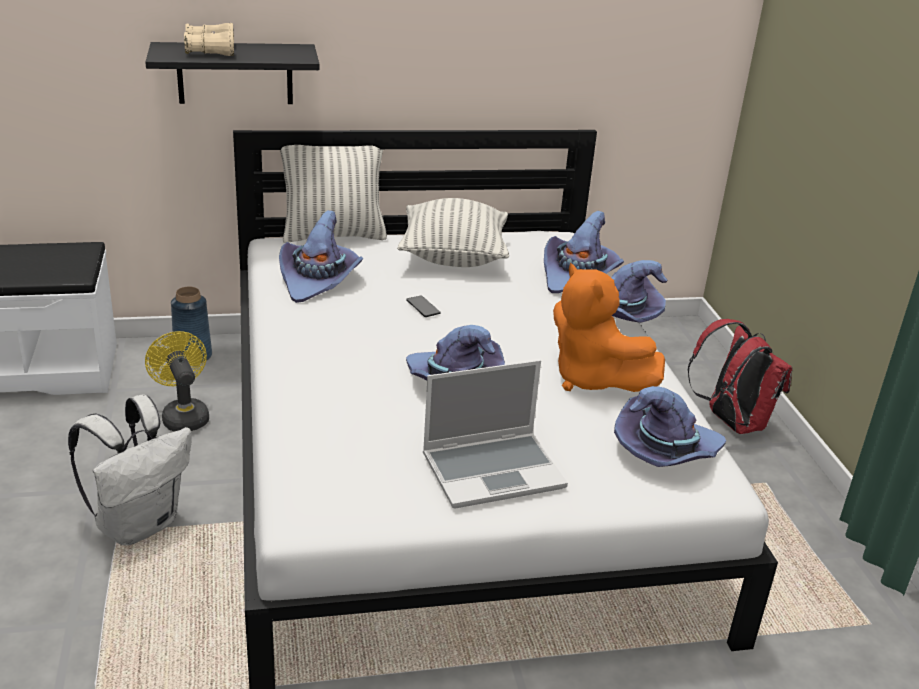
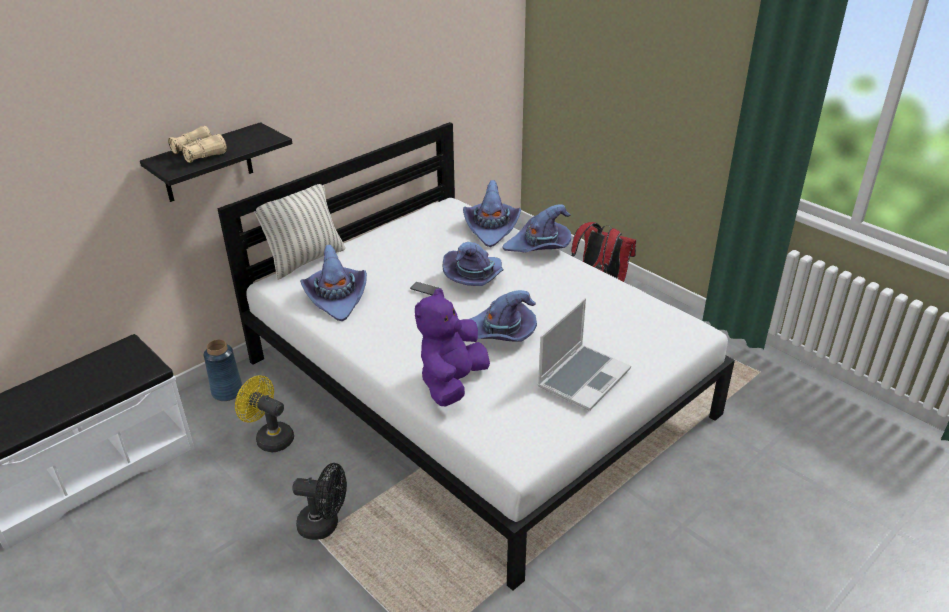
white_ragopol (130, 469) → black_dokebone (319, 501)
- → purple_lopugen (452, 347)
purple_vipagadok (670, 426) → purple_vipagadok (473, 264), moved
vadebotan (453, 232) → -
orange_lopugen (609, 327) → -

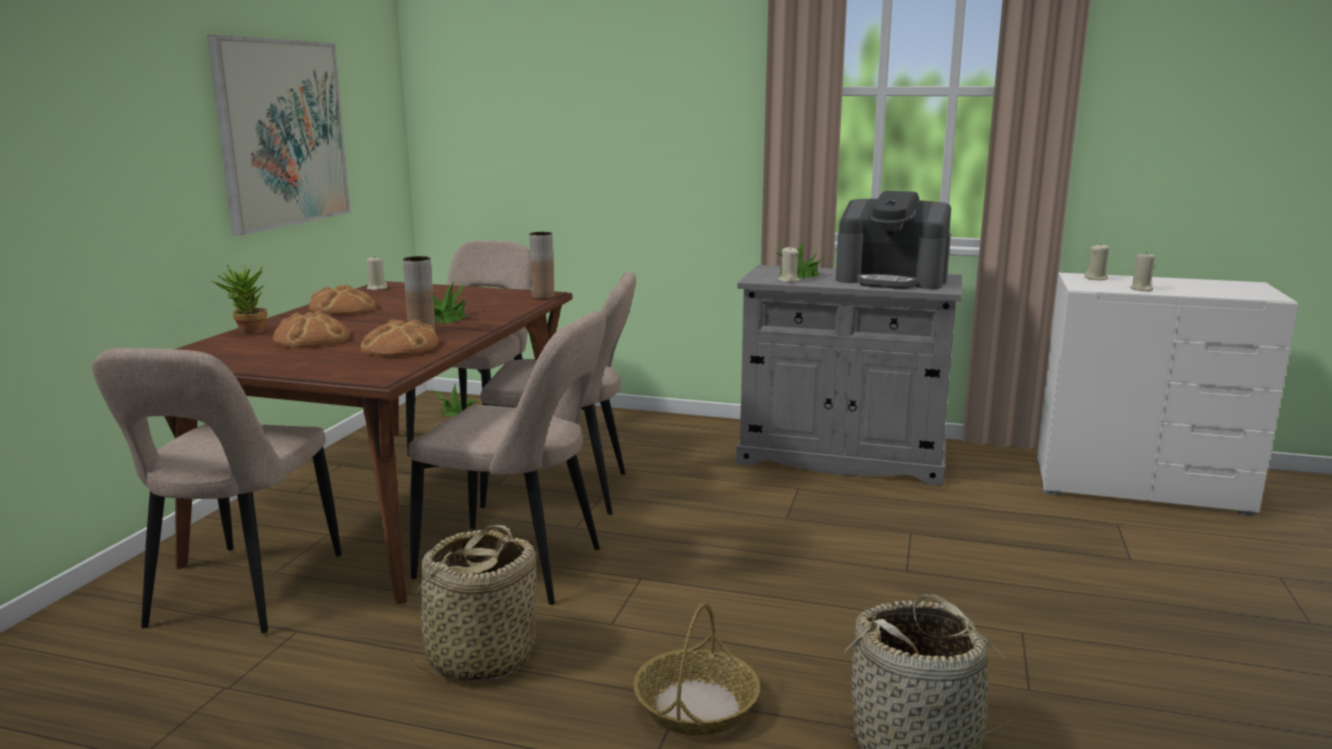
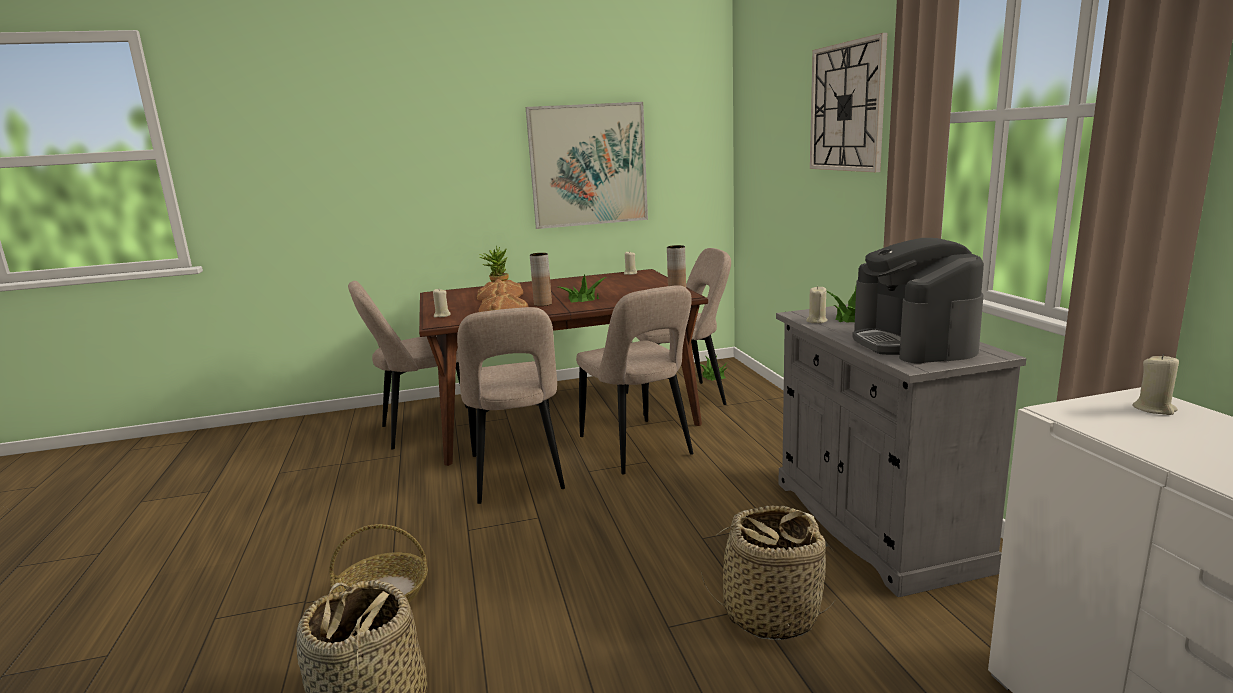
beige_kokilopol (1142, 271) → beige_kokilopol (441, 303), moved
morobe (470, 603) → morobe (768, 572), moved
- → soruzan (848, 102)
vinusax (342, 300) → -

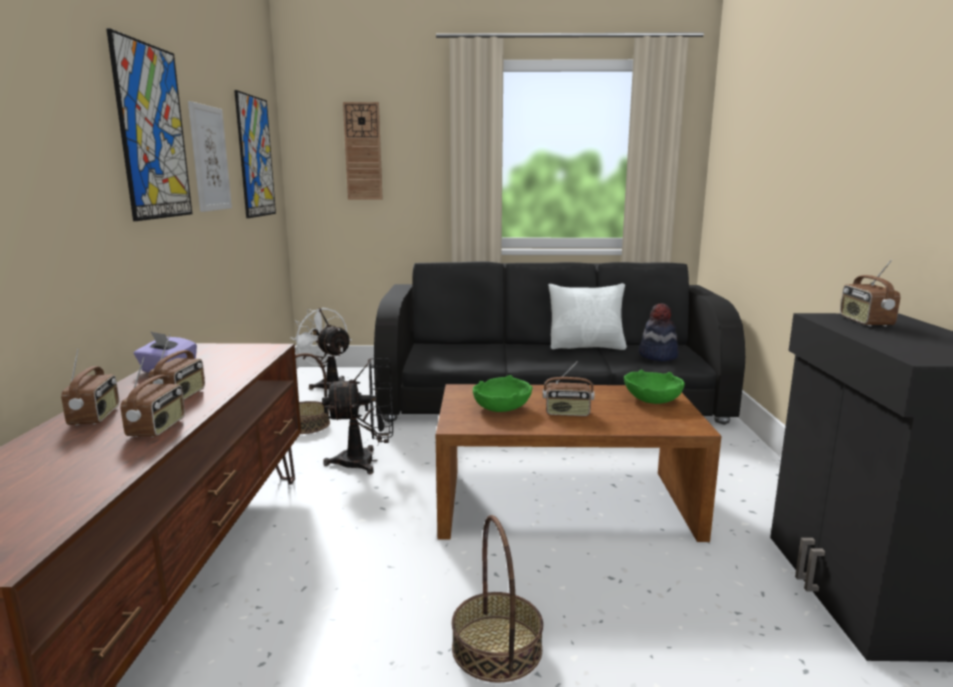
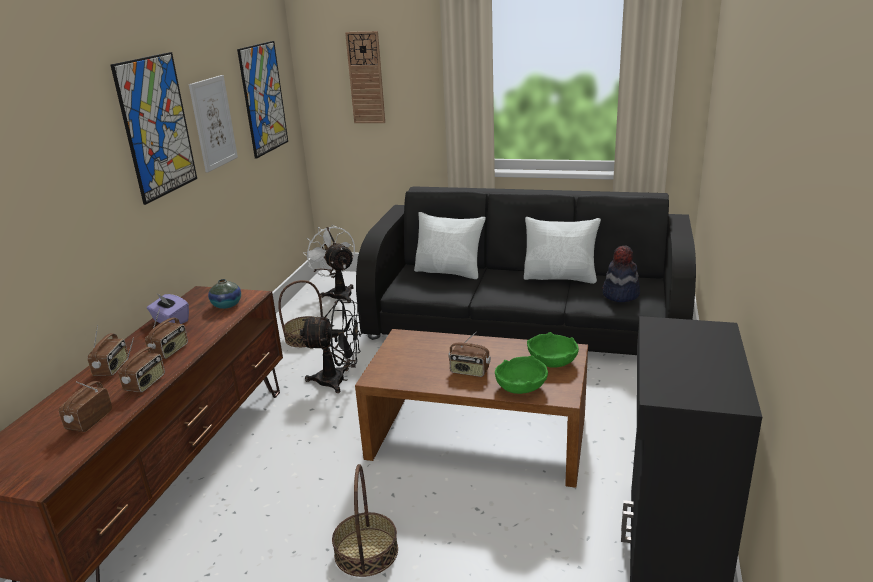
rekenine (870, 292) → rekenine (85, 406), moved
- → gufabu (224, 294)
- → white_vadebotan (450, 245)
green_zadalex (502, 393) → green_zadalex (521, 374), moved

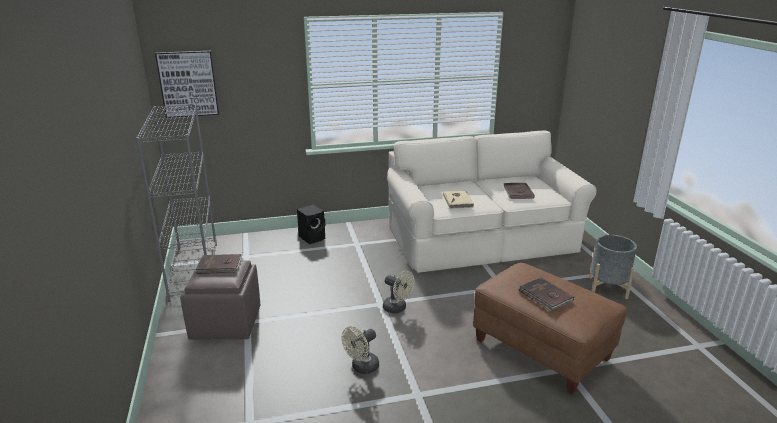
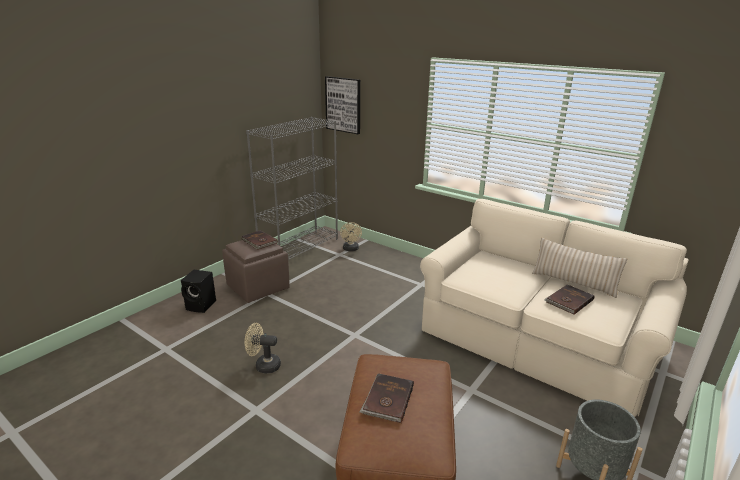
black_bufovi (311, 224) → black_bufovi (198, 291), moved
beige_dokebone (398, 292) → beige_dokebone (351, 236), moved
- → beige_vadebotan (579, 268)
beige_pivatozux (458, 200) → -

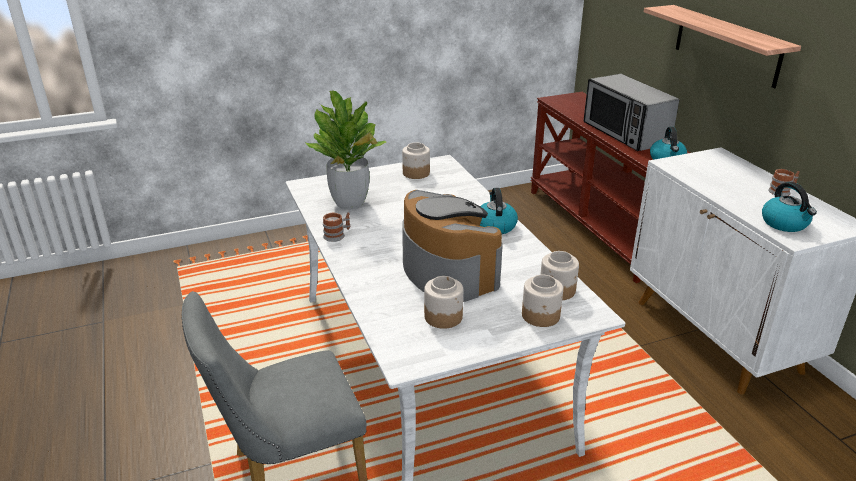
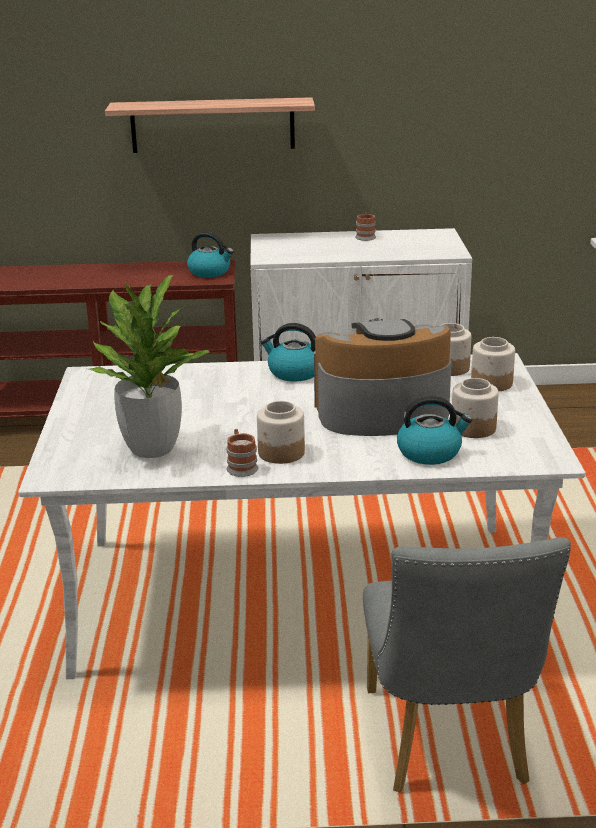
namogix (416, 161) → namogix (281, 432), moved
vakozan (789, 207) → vakozan (434, 430), moved
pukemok (631, 112) → -

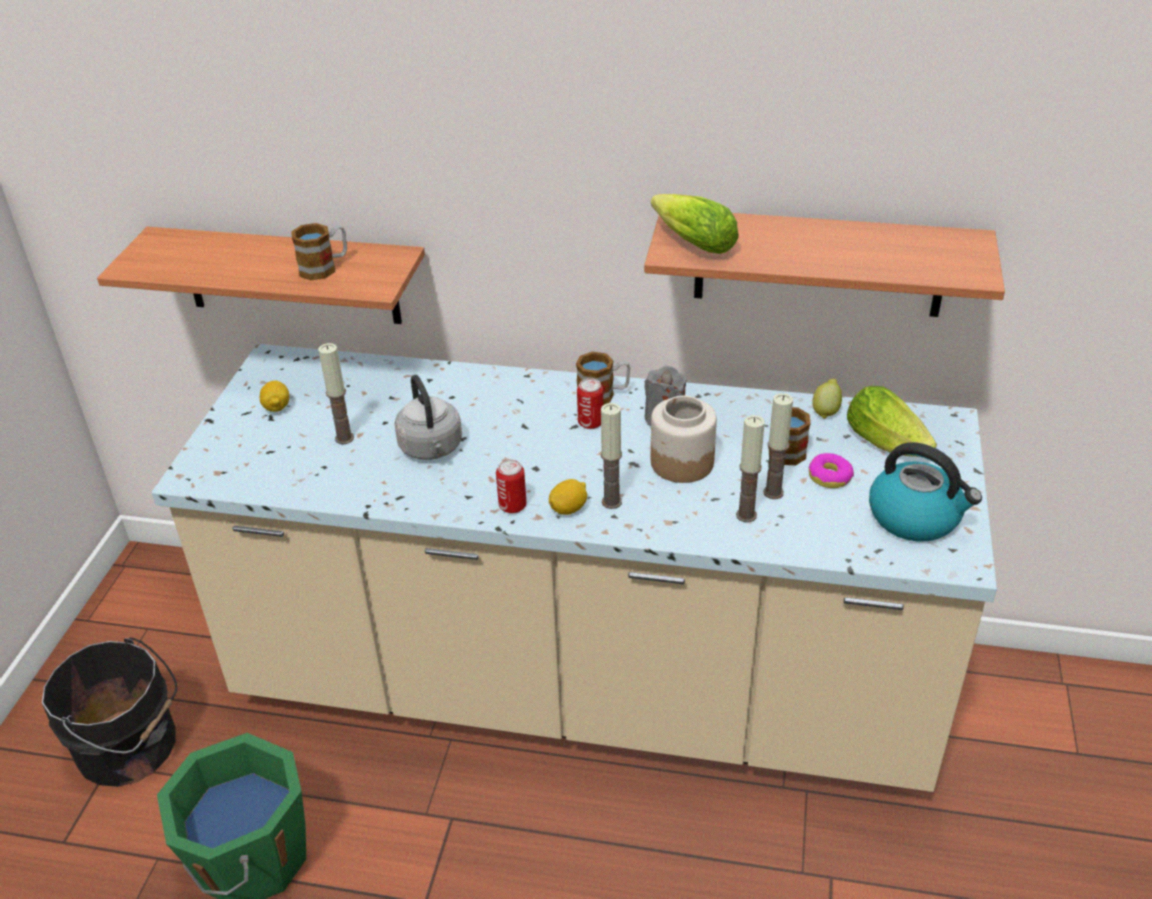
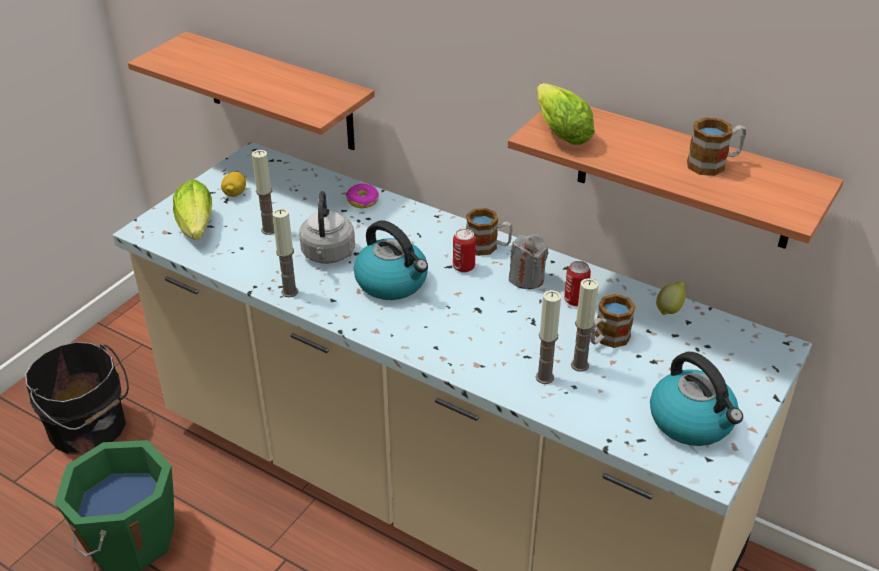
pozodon (892, 421) → pozodon (192, 210), moved
kokilopol (611, 456) → kokilopol (285, 252), moved
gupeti (831, 470) → gupeti (362, 195), moved
- → vakozan (391, 260)
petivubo (511, 486) → petivubo (577, 283), moved
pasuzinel (319, 251) → pasuzinel (716, 147), moved
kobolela (568, 497) → -
namogix (684, 439) → -

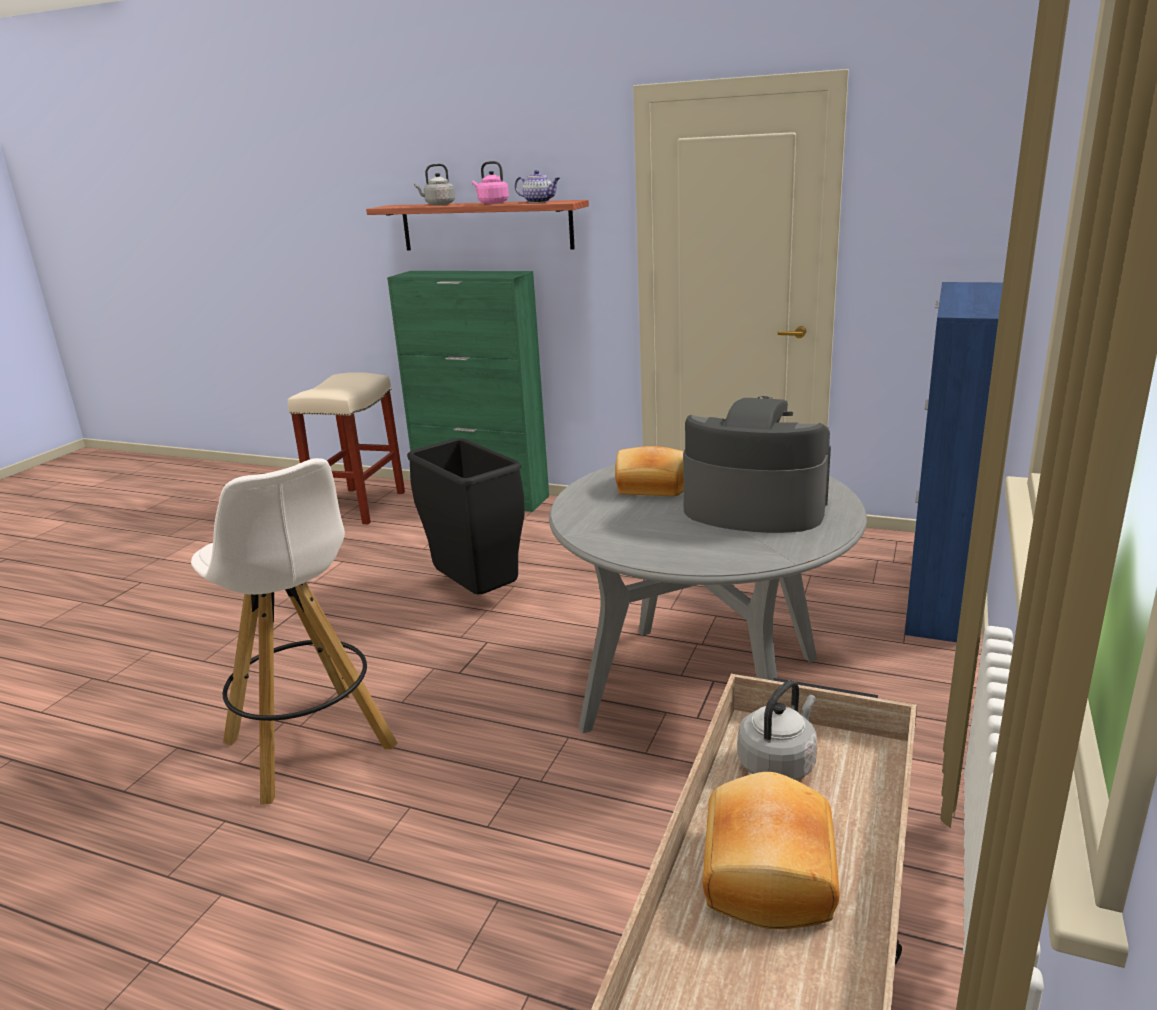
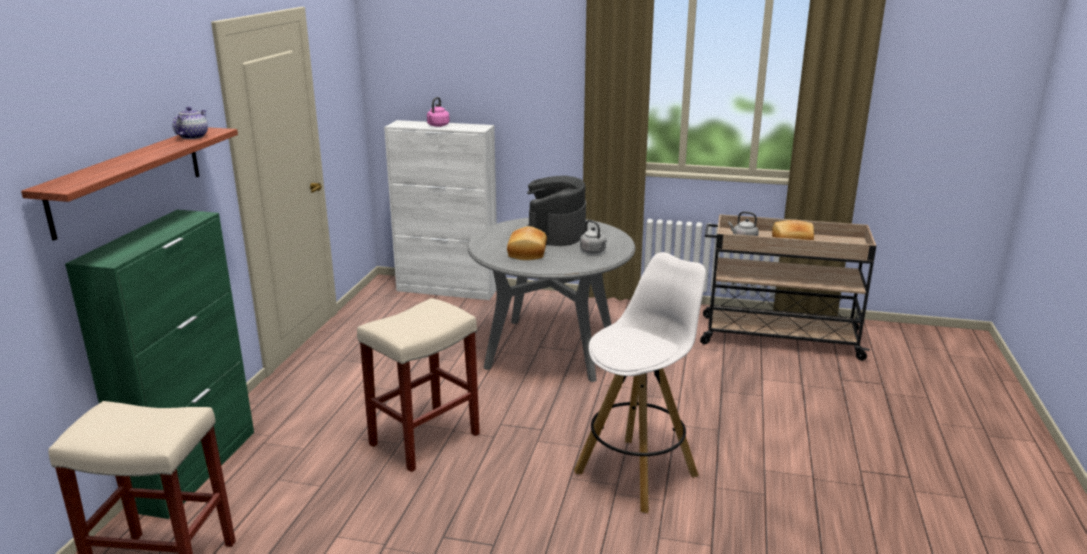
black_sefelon (466, 516) → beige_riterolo (418, 385)
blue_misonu (954, 462) → white_misonu (440, 210)
pink_vakozan (490, 182) → pink_vakozan (438, 112), moved
grey_vakozan (435, 184) → grey_vakozan (593, 237), moved

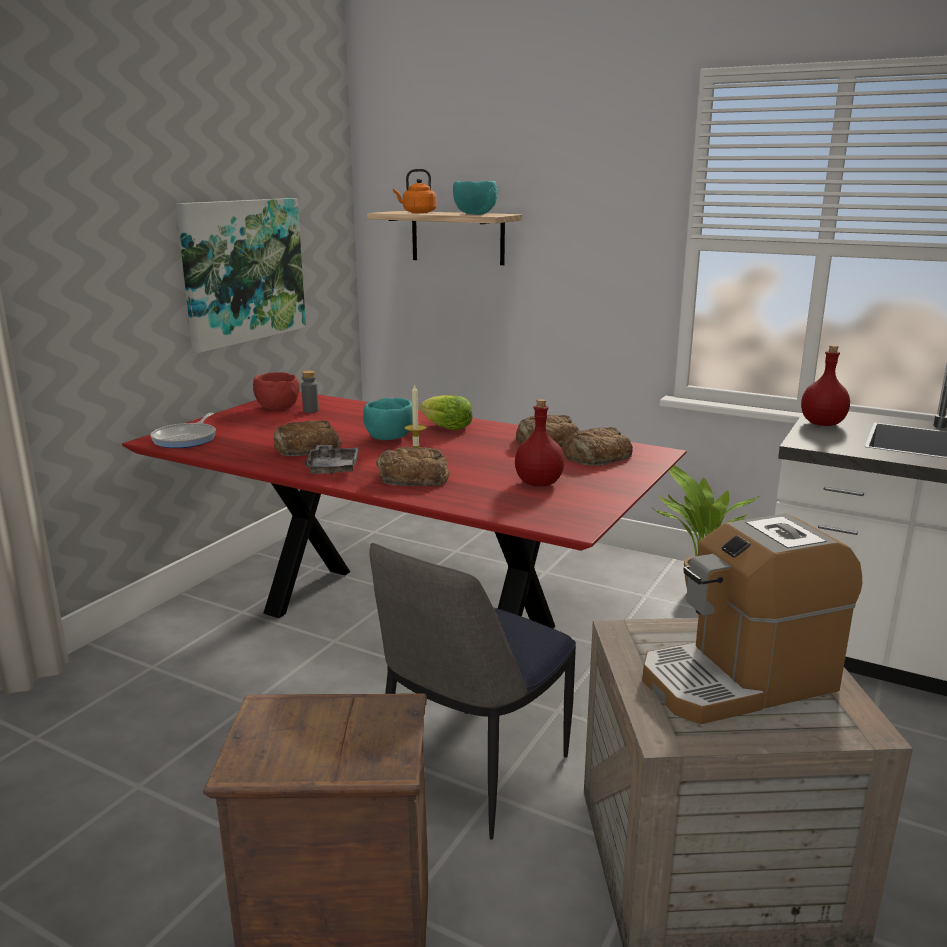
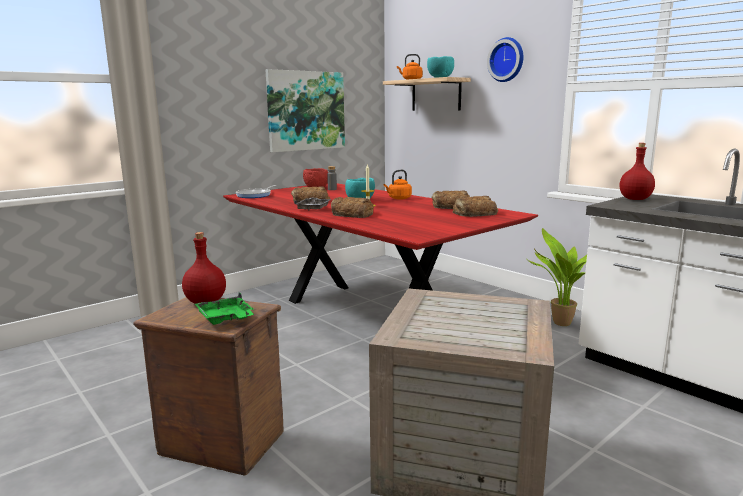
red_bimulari (539, 442) → red_bimulari (204, 268), moved
- → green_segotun (224, 308)
pozodon (446, 413) → orange_vakozan (398, 185)
- → soruzan (505, 59)
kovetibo (472, 691) → -
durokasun (752, 619) → -

